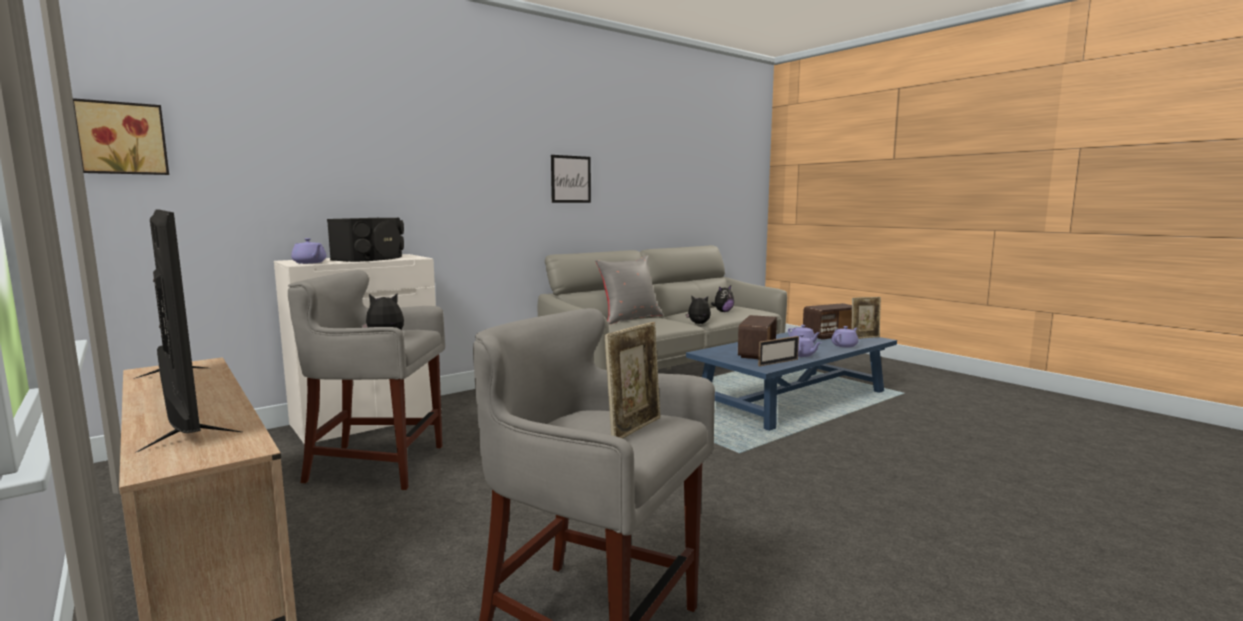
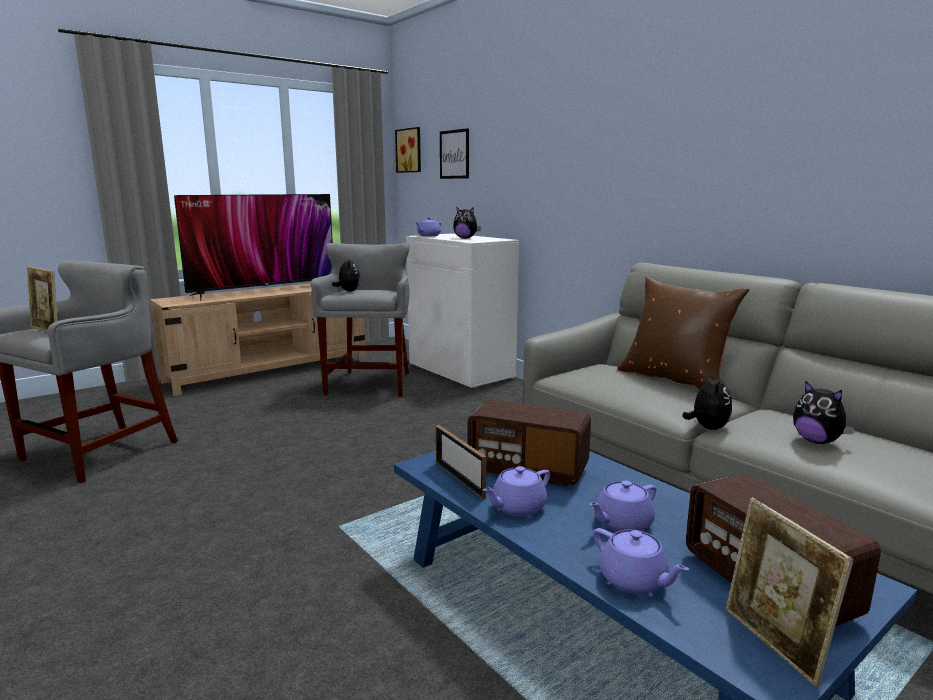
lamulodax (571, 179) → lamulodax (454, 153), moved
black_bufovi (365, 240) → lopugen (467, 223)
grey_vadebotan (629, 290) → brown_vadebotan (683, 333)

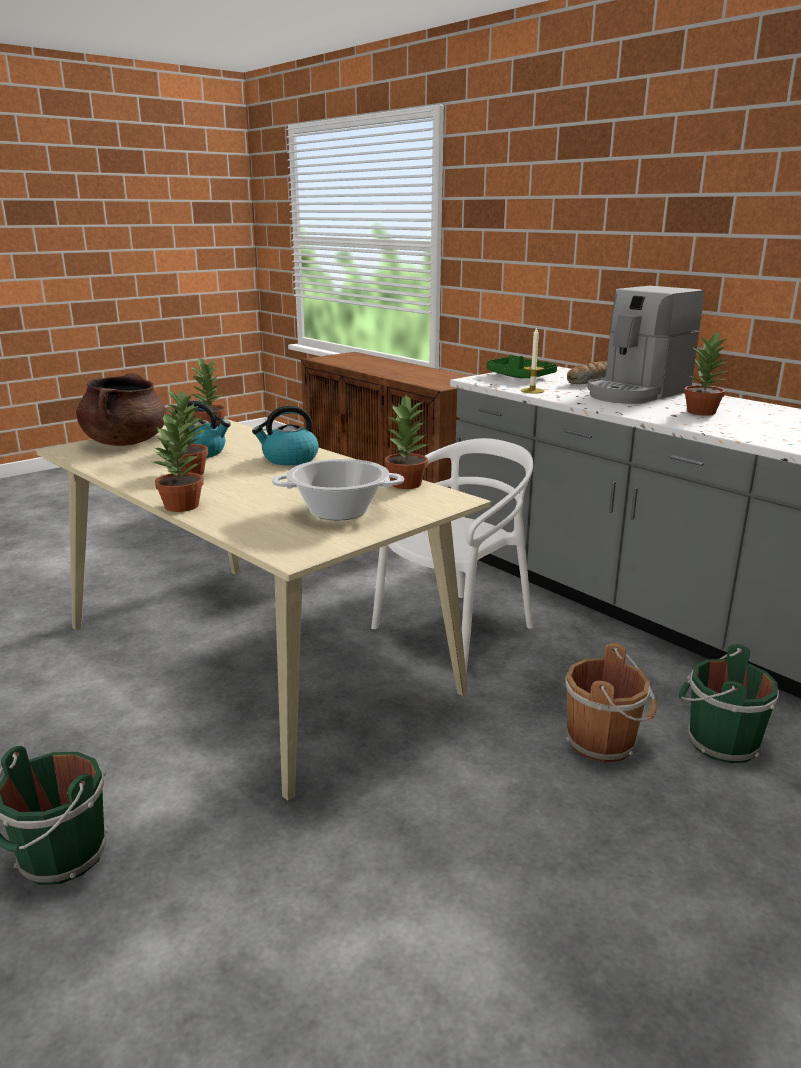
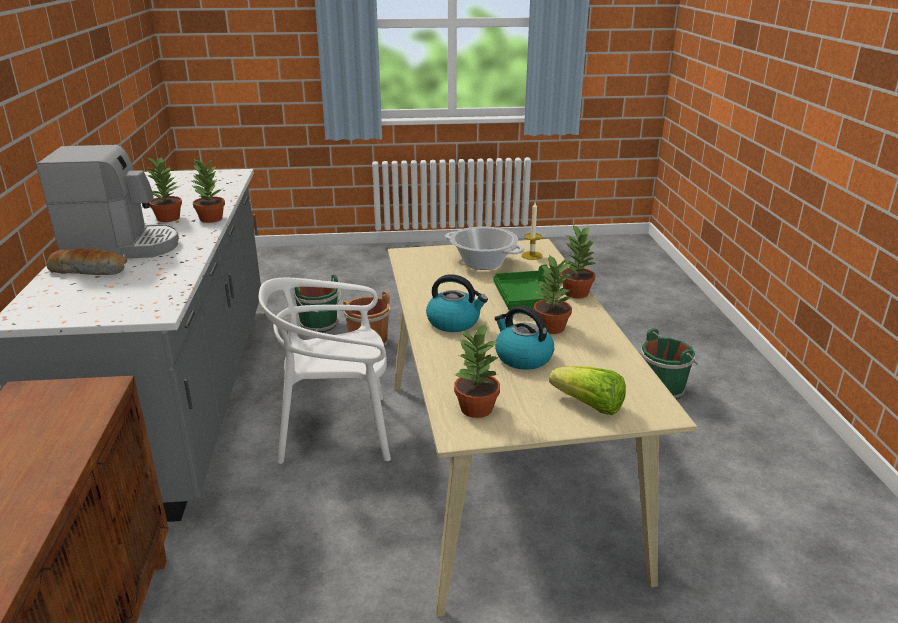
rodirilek (406, 442) → rodirilek (207, 191), moved
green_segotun (522, 366) → green_segotun (520, 287), moved
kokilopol (532, 360) → kokilopol (532, 231), moved
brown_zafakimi (121, 409) → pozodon (587, 390)

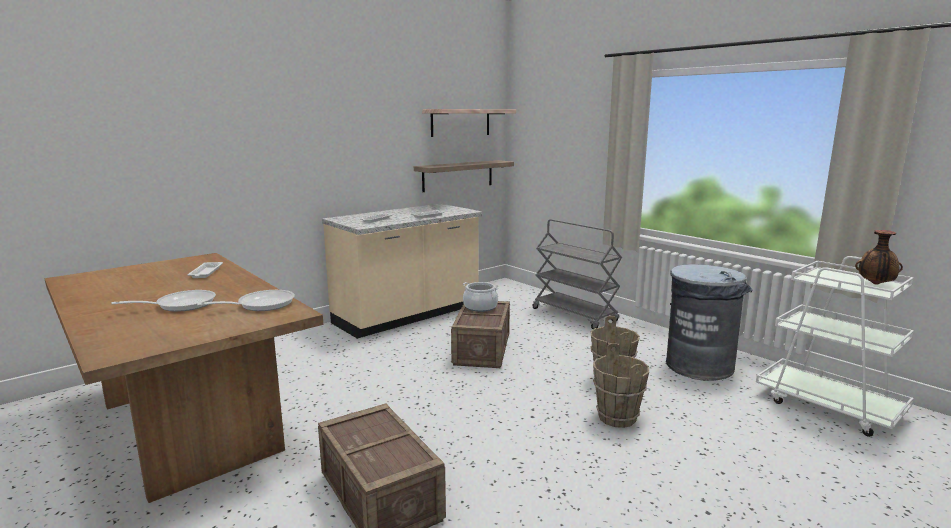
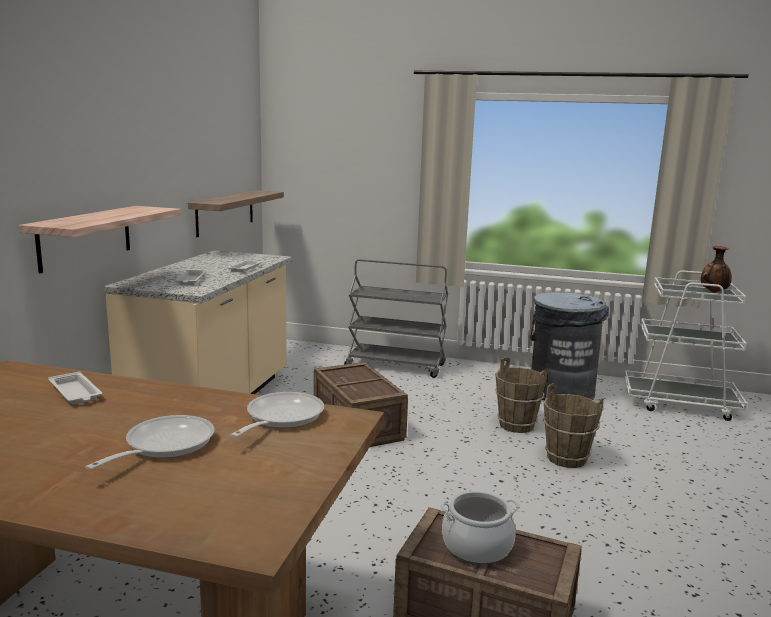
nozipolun (469, 123) → nozipolun (100, 239), moved
zafakimi (481, 297) → zafakimi (480, 527), moved

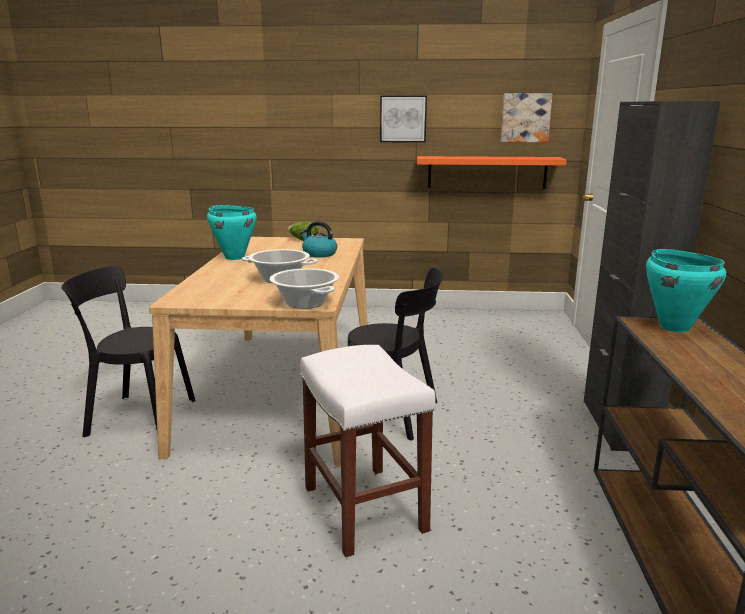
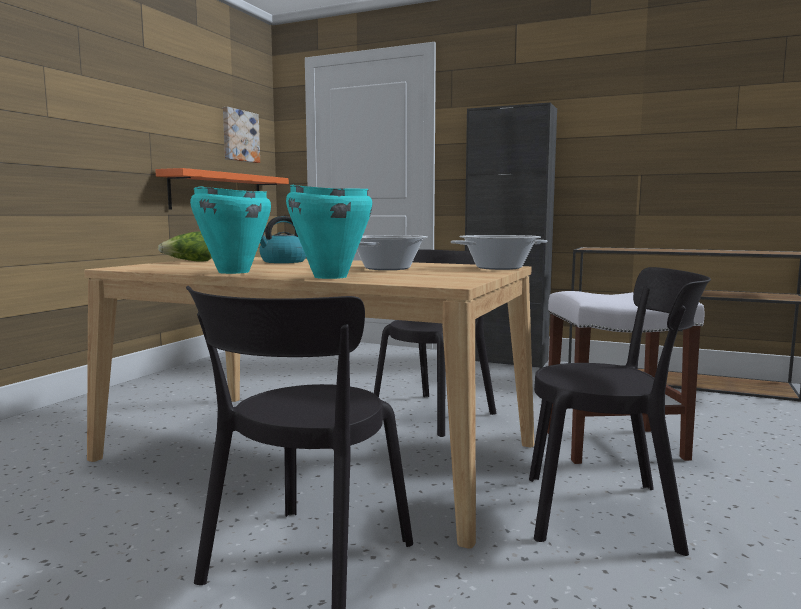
turquoise_zafakimi (686, 290) → turquoise_zafakimi (329, 232), moved
- → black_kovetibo (620, 411)
lamulodax (403, 118) → -

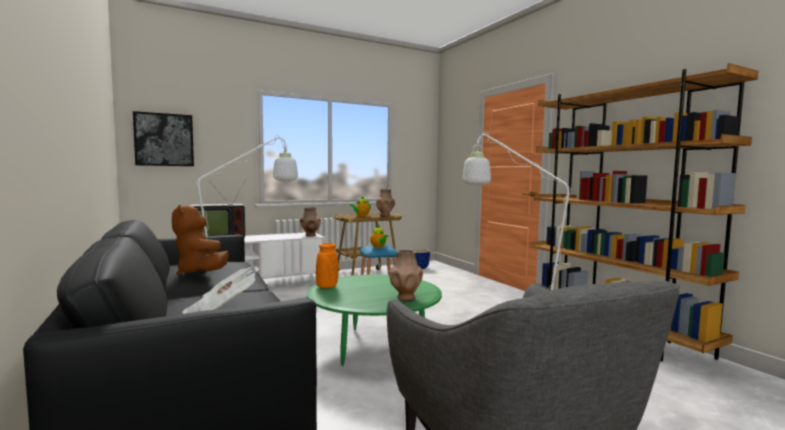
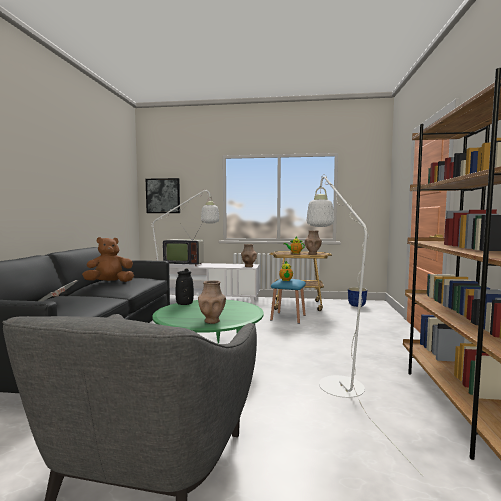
brown_lopugen (200, 240) → brown_lopugen (108, 259), 60 degrees clockwise
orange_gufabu (327, 265) → black_gufabu (184, 288)

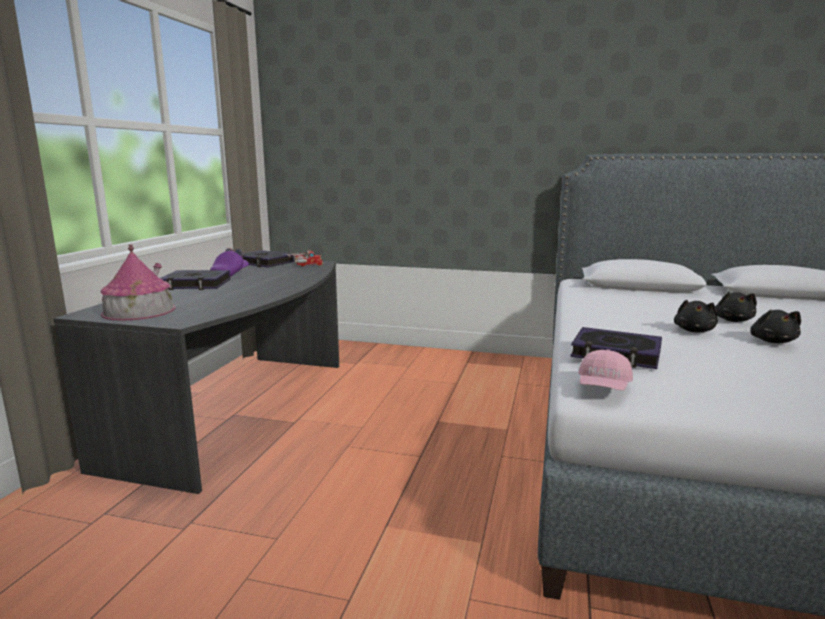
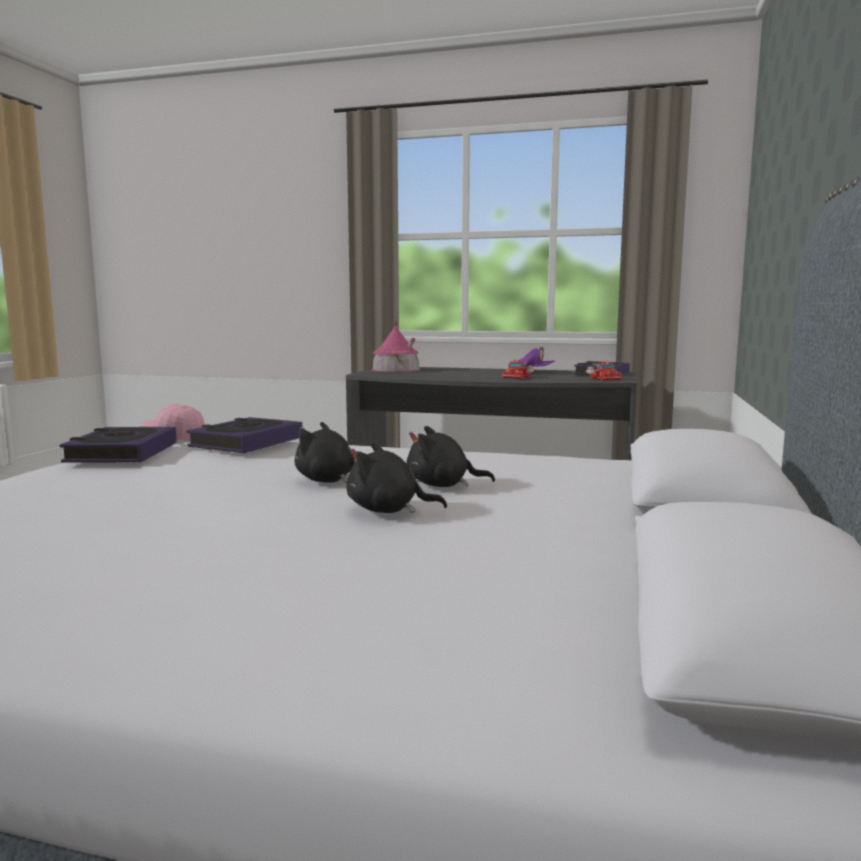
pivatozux (195, 280) → pivatozux (118, 445), moved
black_lopugen (775, 327) → black_lopugen (450, 456), moved
- → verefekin (518, 369)

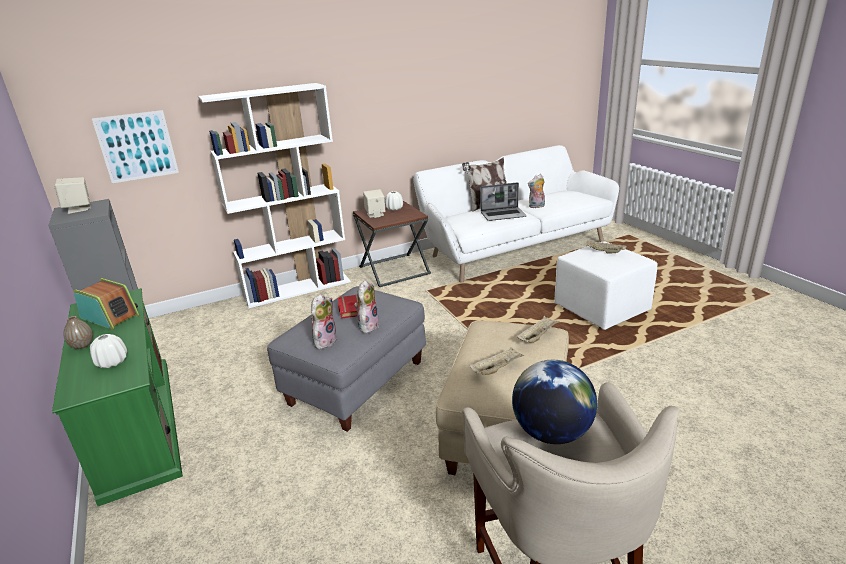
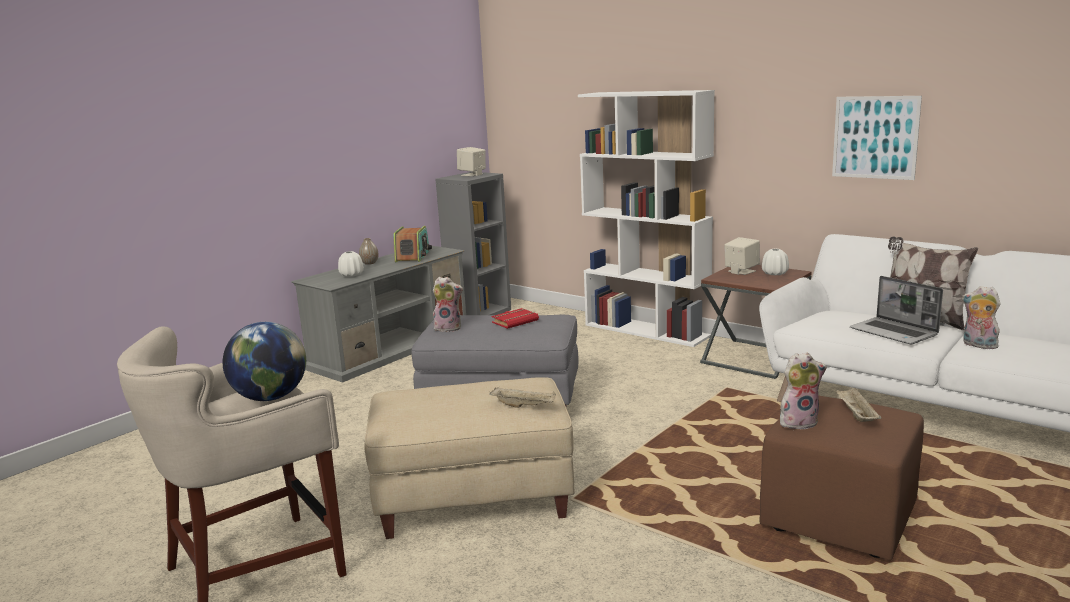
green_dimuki (117, 397) → grey_dimuki (378, 314)
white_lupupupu (605, 285) → brown_lupupupu (841, 477)
lopugen (367, 306) → lopugen (803, 391), moved
lamulodax (135, 146) → lamulodax (877, 138), moved
beige_segotun (497, 361) → -

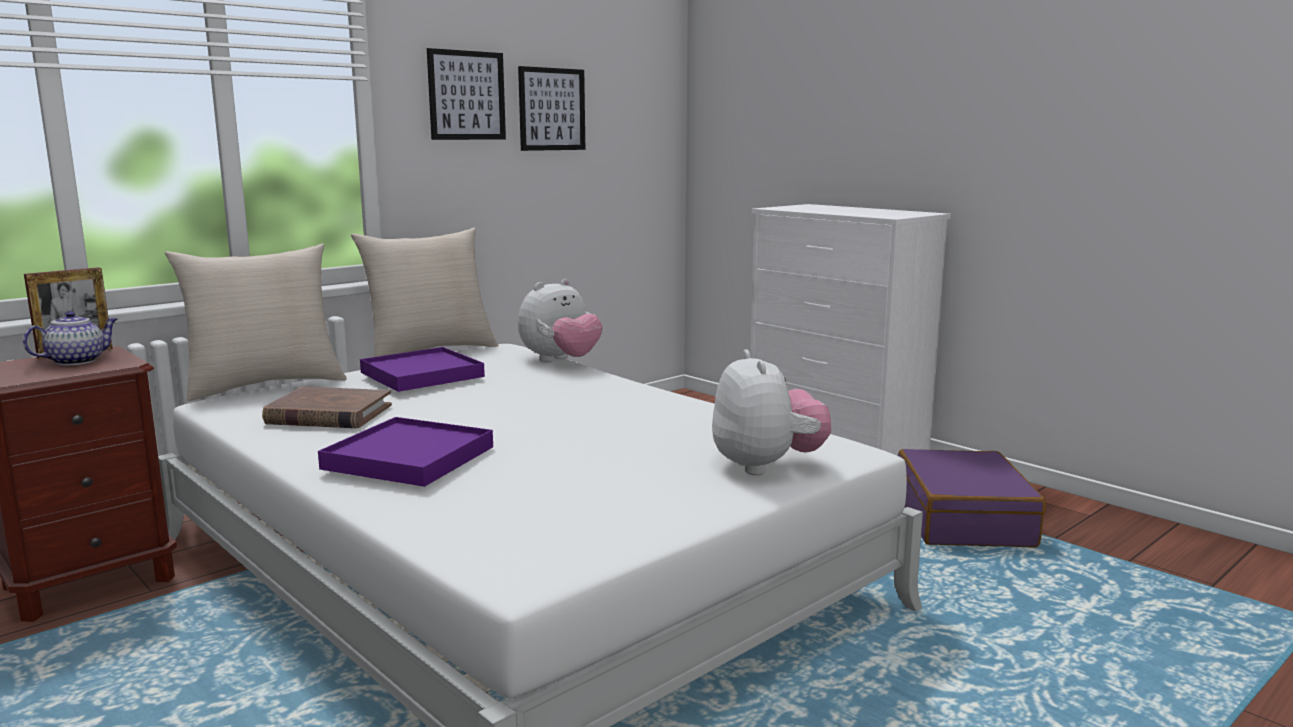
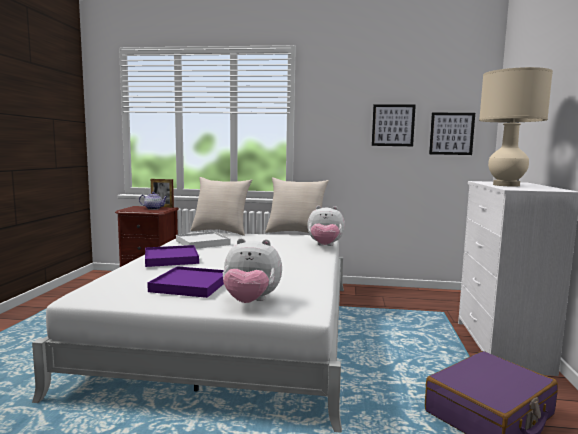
purple_segotun (422, 369) → purple_segotun (185, 282), moved
brown_pivatozux (327, 407) → white_segotun (203, 240)
lopugen (771, 412) → lopugen (252, 270), 60 degrees clockwise
lamulodax (466, 94) → lamulodax (452, 134), moved
- → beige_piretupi (516, 127)

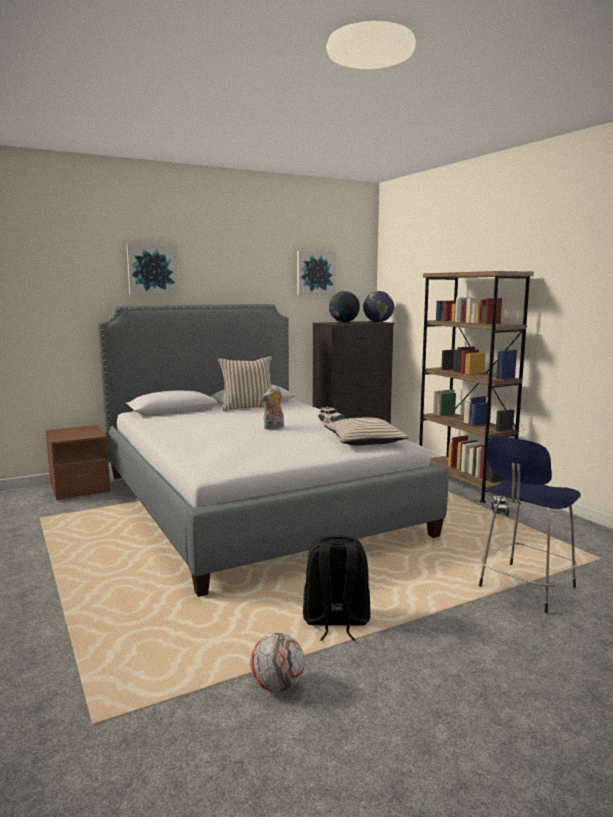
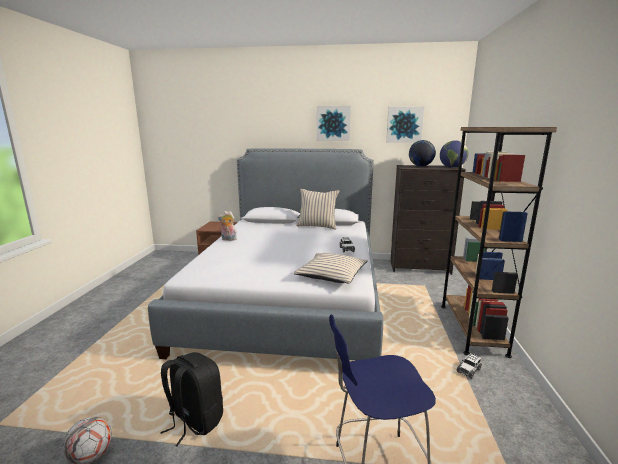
lopugen (272, 407) → lopugen (227, 226), moved
lamulodax (152, 269) → lamulodax (333, 123), moved

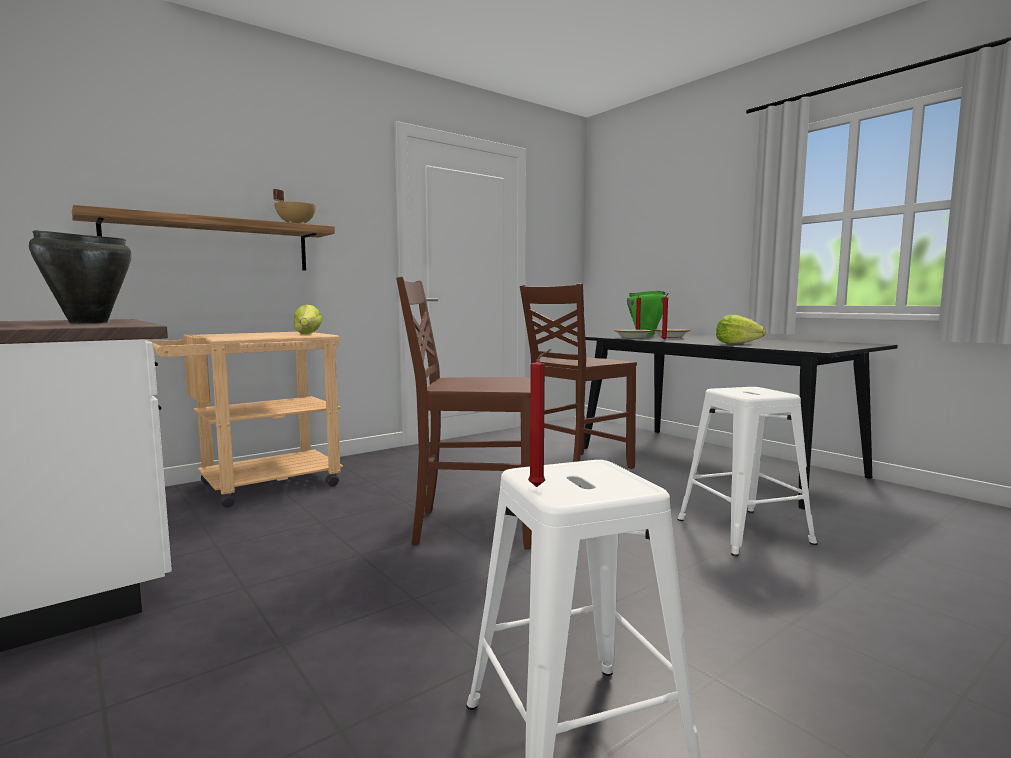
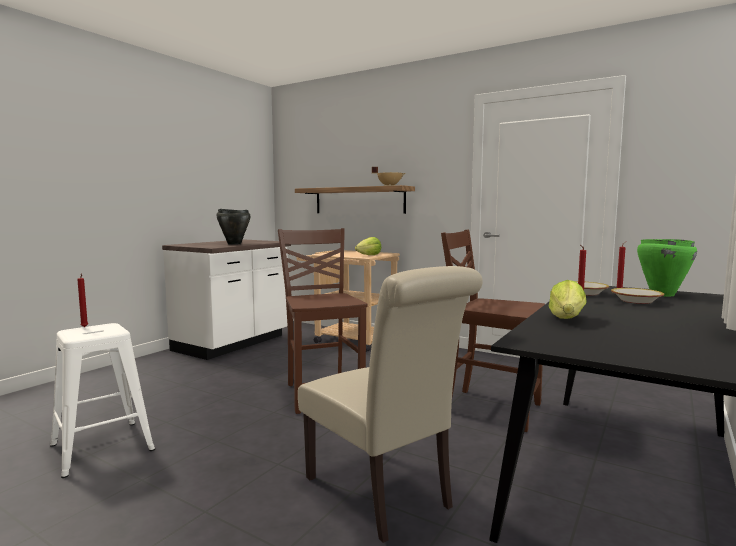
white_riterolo (747, 471) → beige_kovetibo (390, 404)

